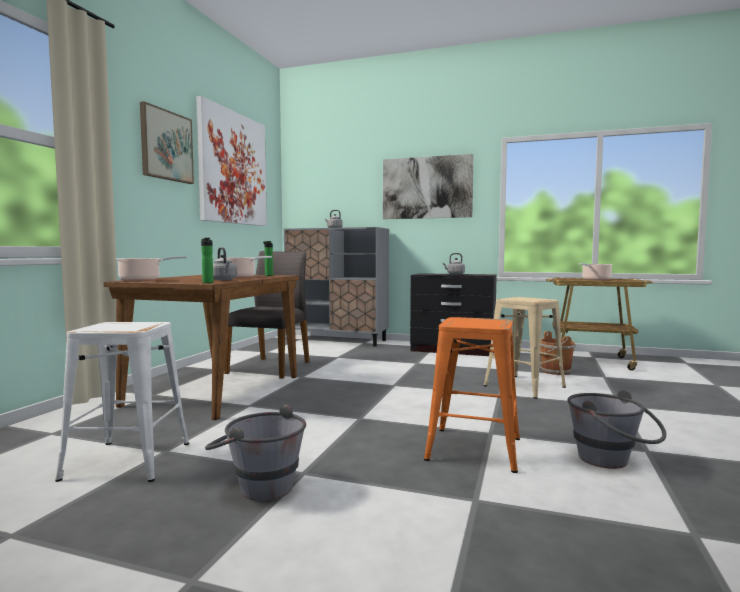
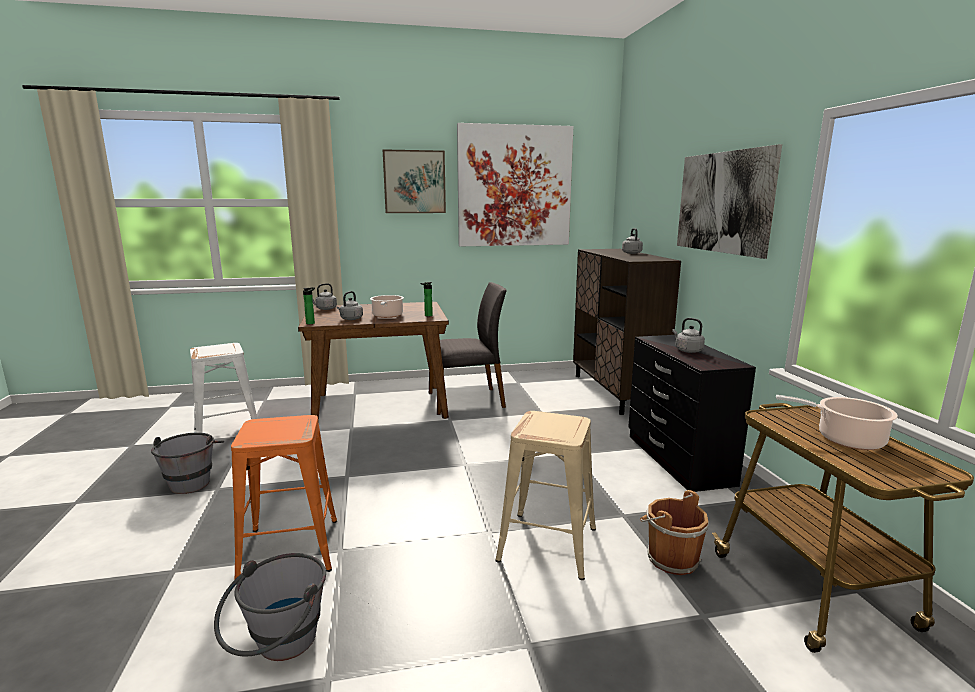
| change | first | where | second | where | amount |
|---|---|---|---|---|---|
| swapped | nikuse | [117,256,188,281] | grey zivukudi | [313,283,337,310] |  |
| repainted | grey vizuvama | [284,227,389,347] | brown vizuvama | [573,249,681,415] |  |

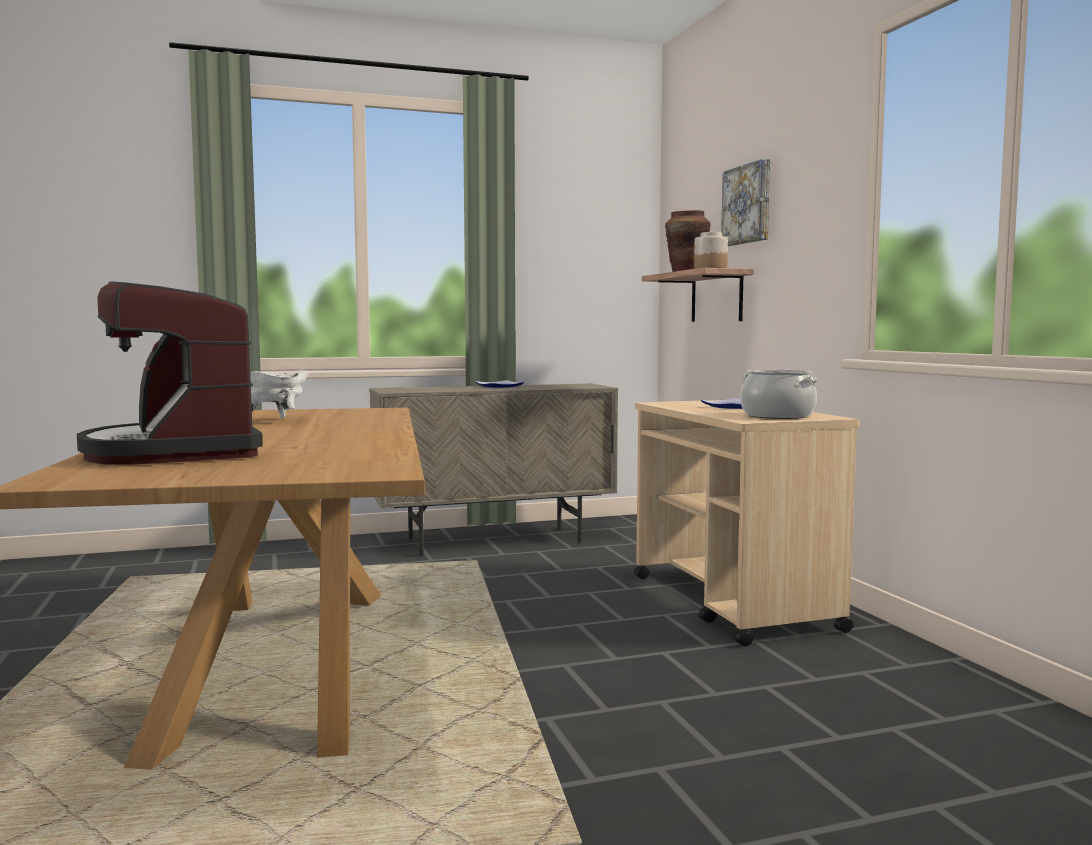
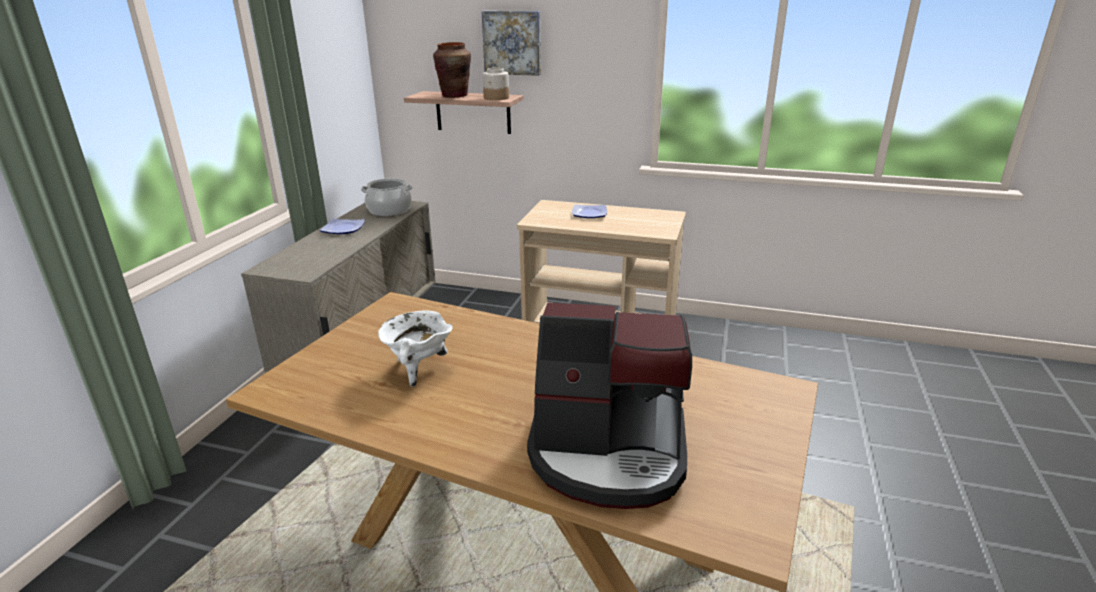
| change | first | where | second | where | amount |
|---|---|---|---|---|---|
| shifted | nikuse | [740,370,817,419] |  | [361,178,413,216] |  |

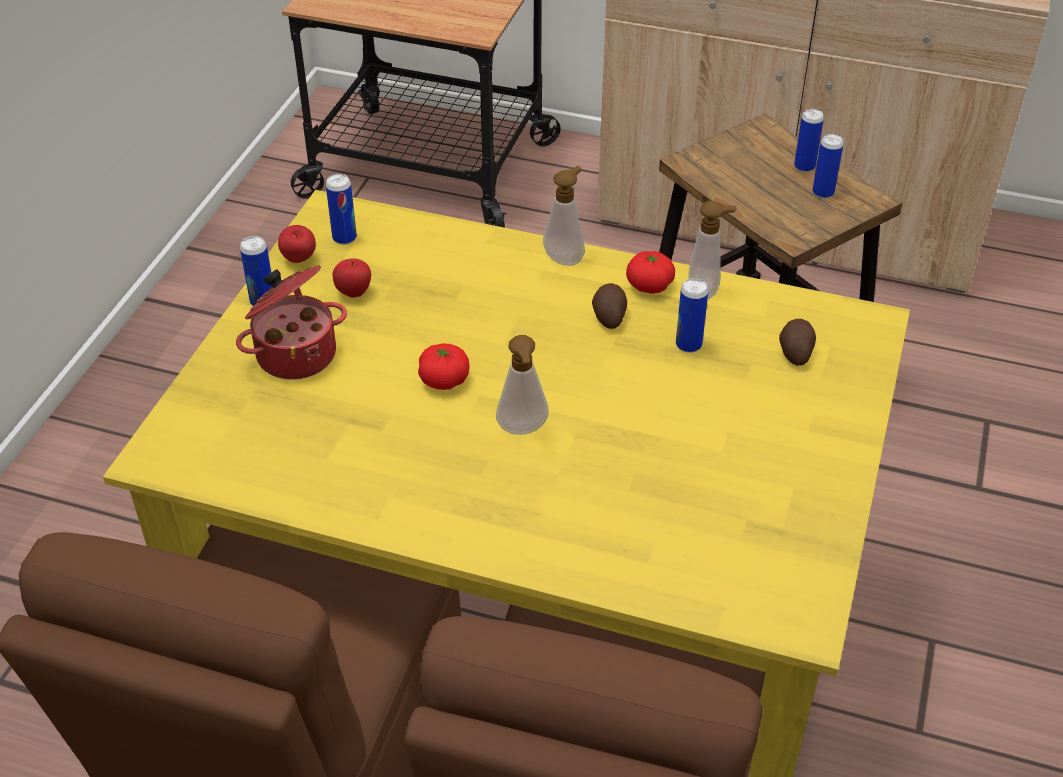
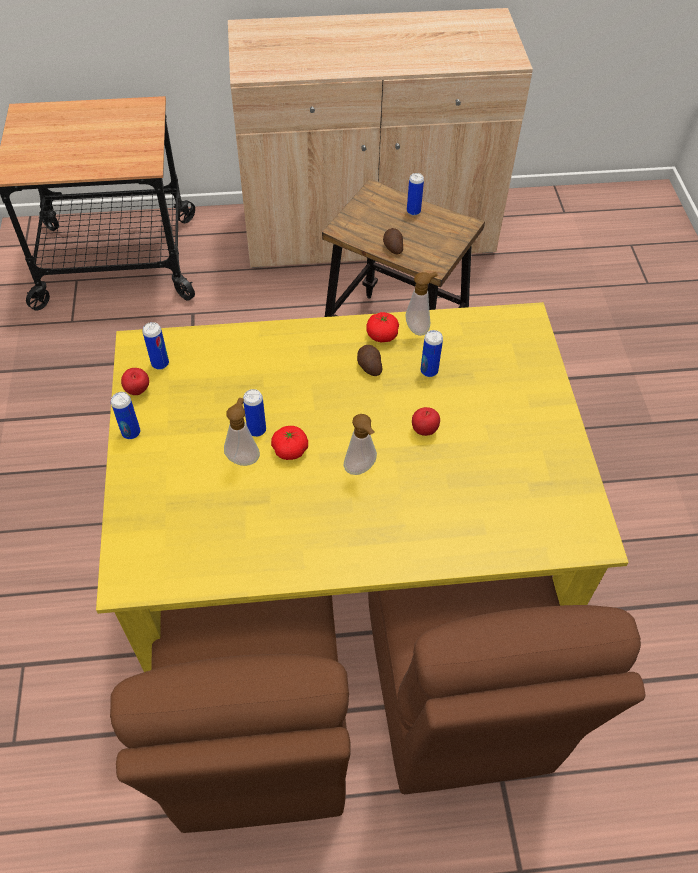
| change | first | where | second | where | amount |
|---|---|---|---|---|---|
| shifted | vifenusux | [543,166,585,266] |  | [224,398,260,466] |  |
| shifted | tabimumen | [813,134,843,199] |  | [243,389,266,437] |  |
| shifted | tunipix | [779,319,816,366] |  | [383,228,403,254] |  |
| shifted | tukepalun | [333,258,371,298] |  | [412,407,440,436] |  |
| gone | nikuse | [236,265,347,380] |  |  |  |

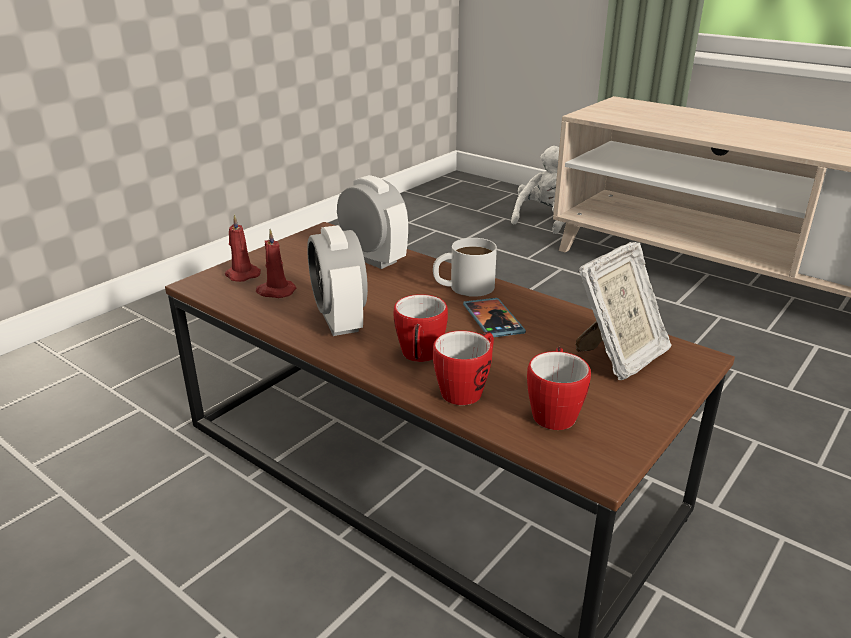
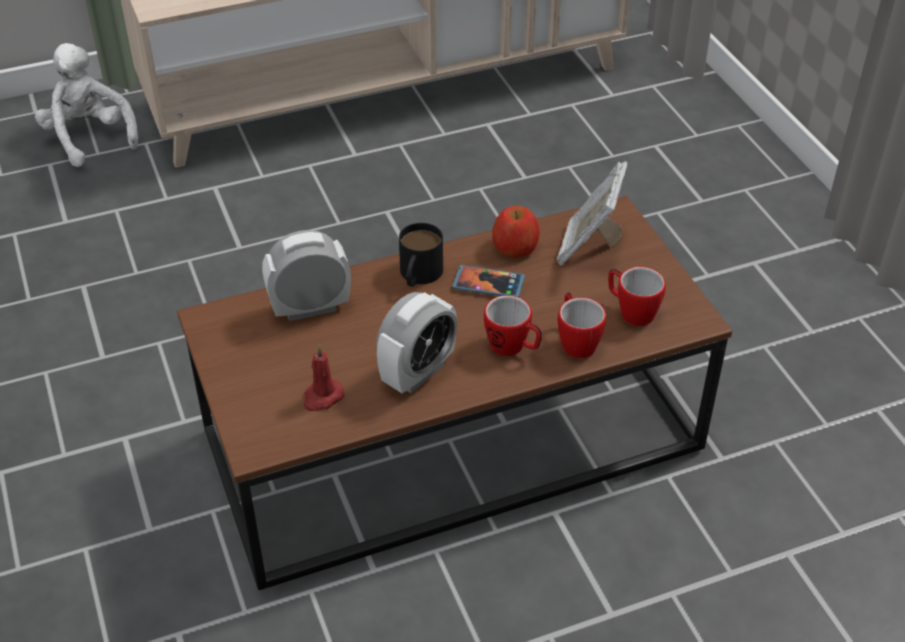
| change | first | where | second | where | amount |
|---|---|---|---|---|---|
| rotated | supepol | [307,225,368,336] |  | [376,292,457,393] | 60 degrees counterclockwise |
| repainted | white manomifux | [433,238,497,297] | black manomifux | [399,223,443,287] |  |
| new |  |  | tukepalun | [492,206,540,258] |  |
| rotated | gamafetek | [576,242,671,380] |  | [557,161,628,265] | 150 degrees counterclockwise |
| gone | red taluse | [225,214,261,282] |  |  |  |

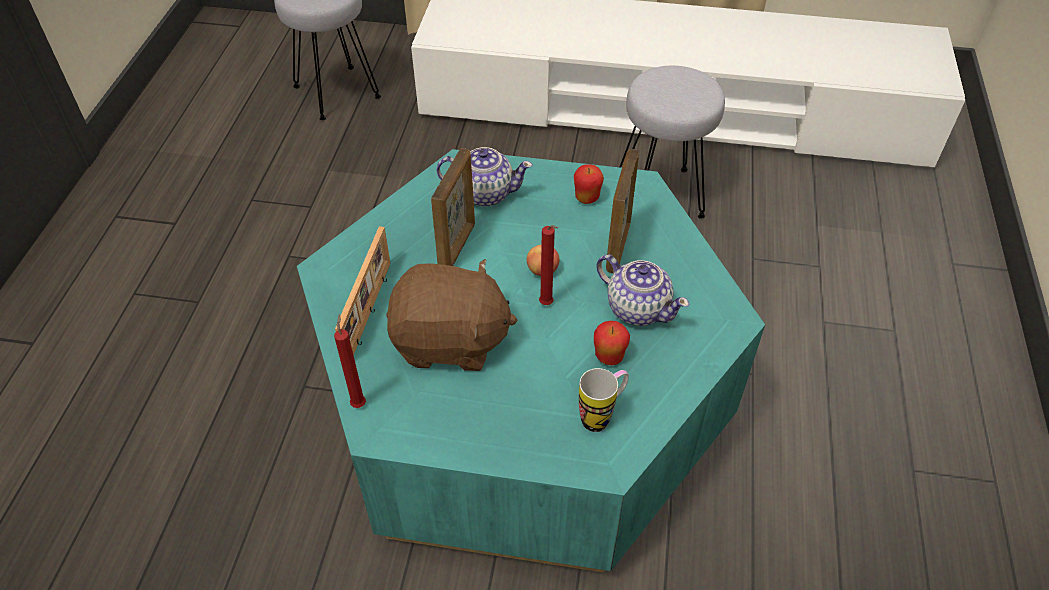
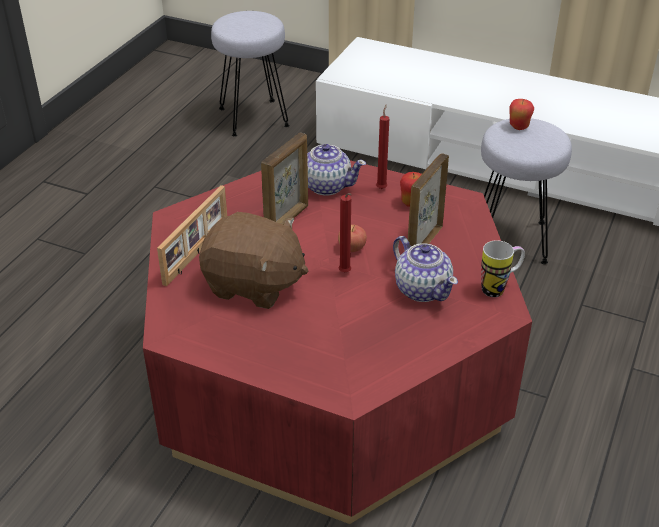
| change | first | where | second | where | amount |
|---|---|---|---|---|---|
| repainted | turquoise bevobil | [297,149,765,572] | red bevobil | [143,160,532,524] |  |
| shifted | red taluse | [334,314,366,408] |  | [376,105,389,189] |  |
| shifted | manomifux | [579,368,629,432] |  | [481,240,525,297] |  |
| shifted | tukepalun | [594,321,630,365] |  | [509,99,534,130] |  |

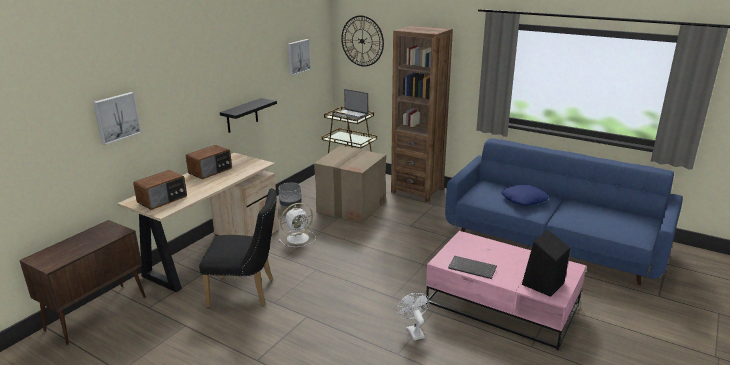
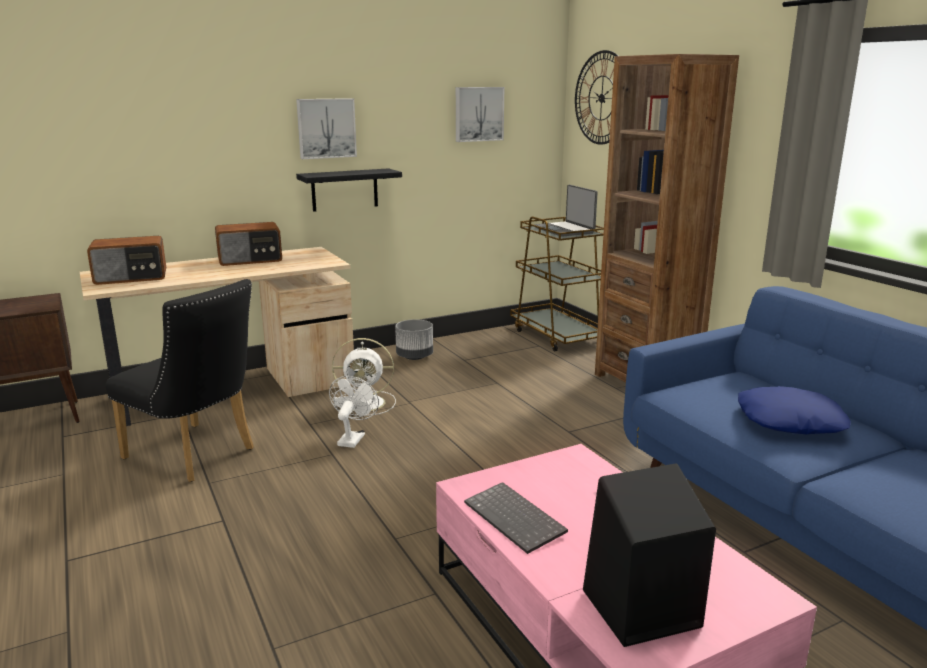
| change | first | where | second | where | amount |
|---|---|---|---|---|---|
| shifted | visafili | [93,92,141,145] |  | [296,98,357,159] |  |
| shifted | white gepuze | [397,293,430,340] |  | [329,376,379,448] |  |
| gone | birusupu | [314,145,386,223] |  |  |  |

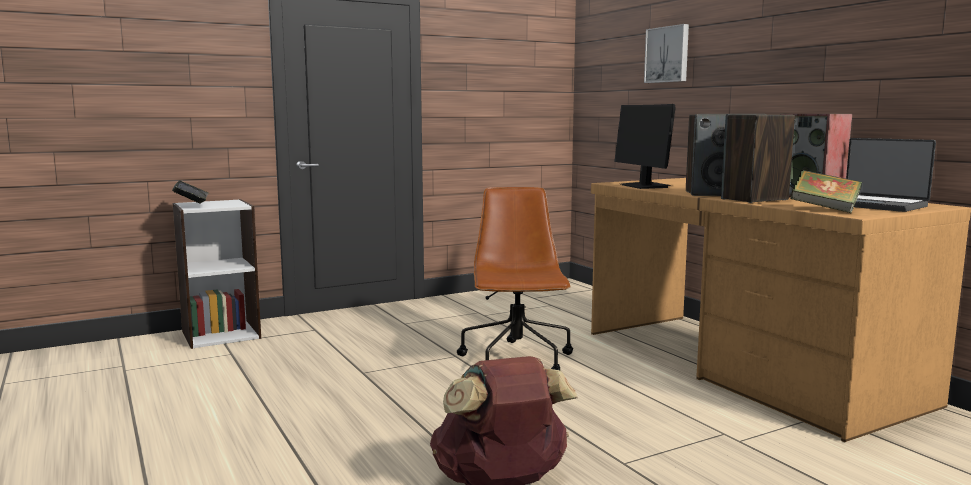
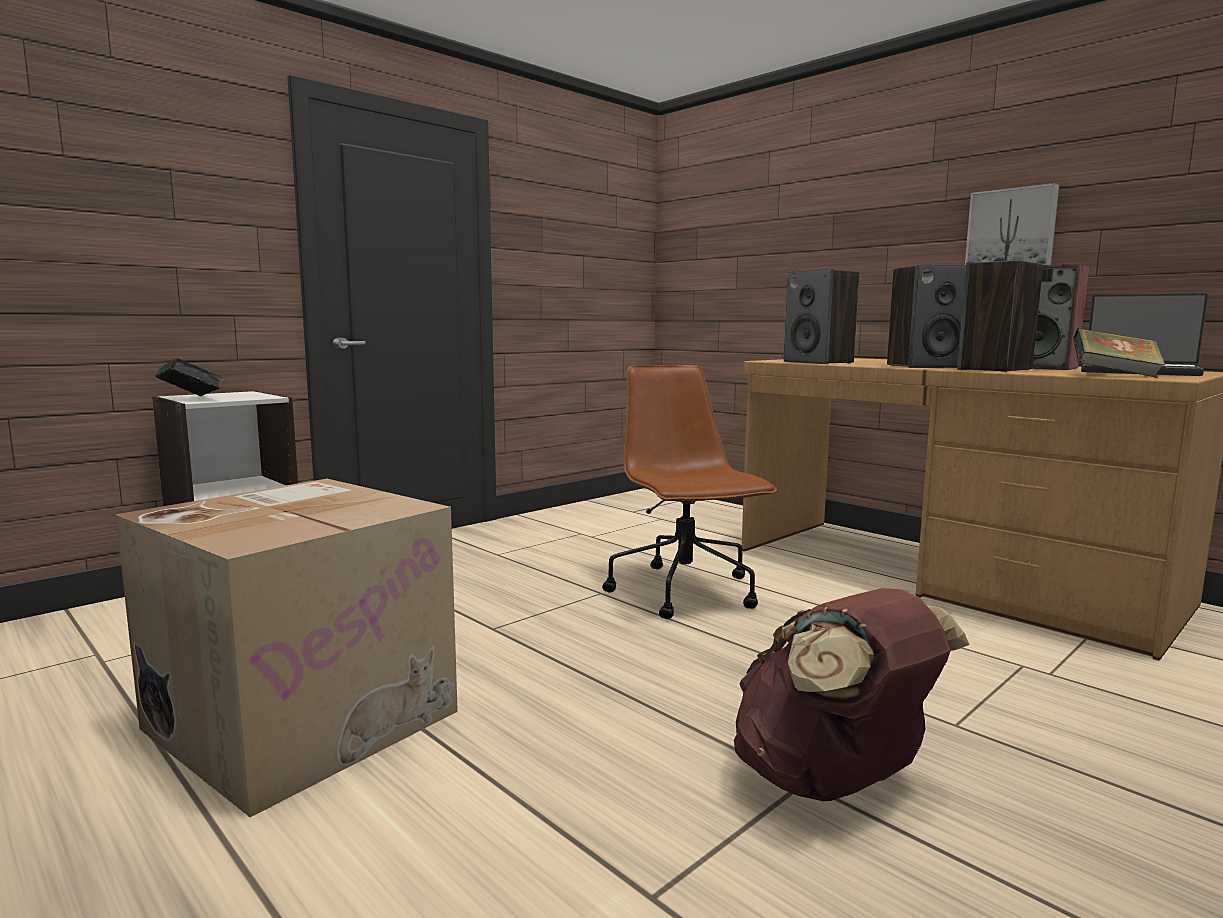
| change | first | where | second | where | amount |
|---|---|---|---|---|---|
| new |  |  | birusupu | [116,479,458,817] |  |
| swapped | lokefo | [614,104,676,189] | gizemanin | [784,269,859,364] |  |
| shifted | visafili | [644,24,689,83] |  | [965,183,1059,265] |  |

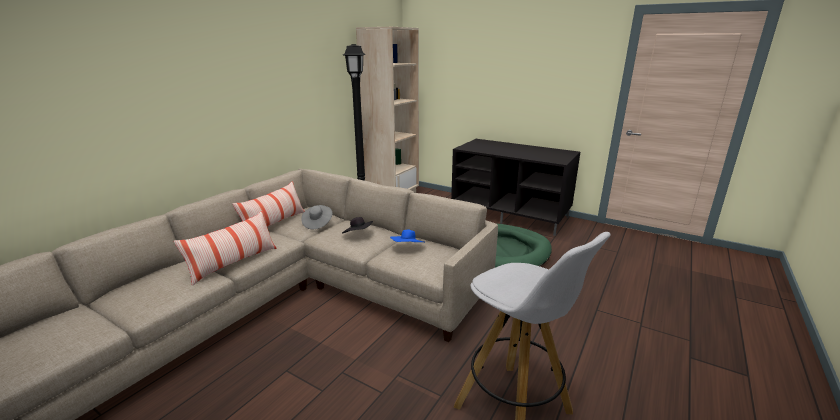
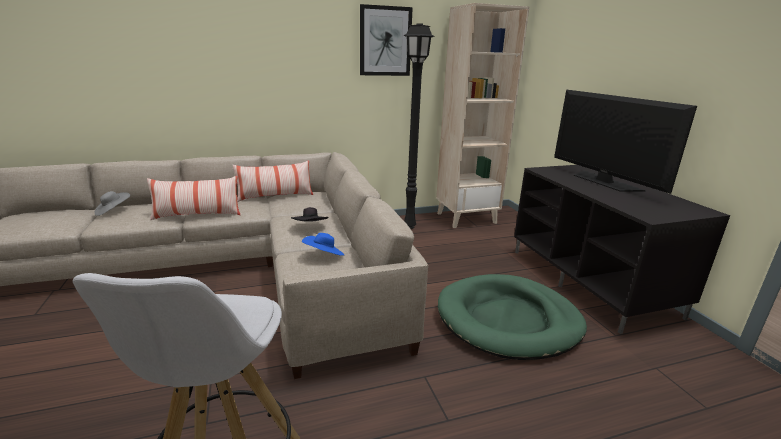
| change | first | where | second | where | amount |
|---|---|---|---|---|---|
| shifted | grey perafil | [301,205,332,229] |  | [94,191,130,216] |  |
| new |  |  | visafili | [360,4,413,76] |  |
| new |  |  | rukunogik | [554,90,697,194] |  |

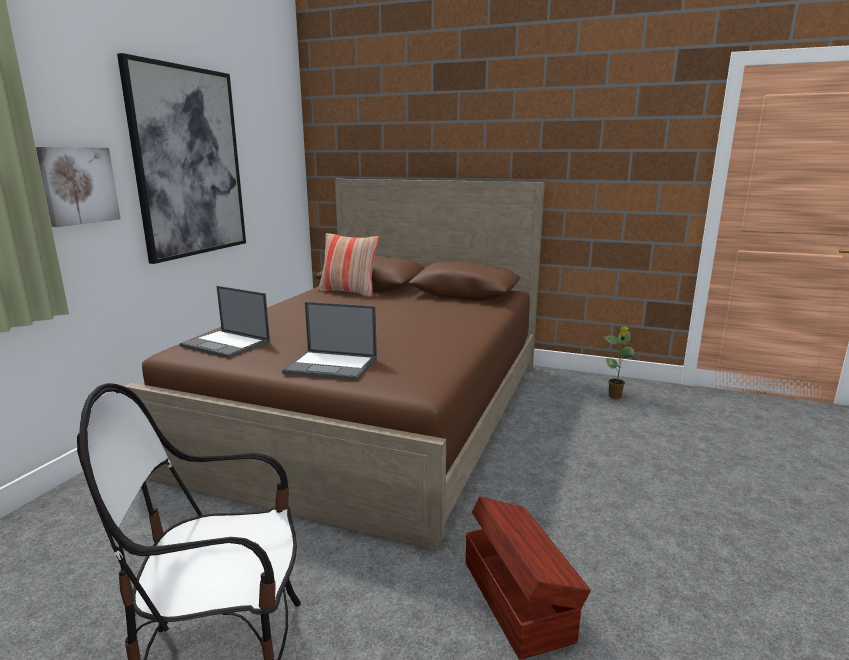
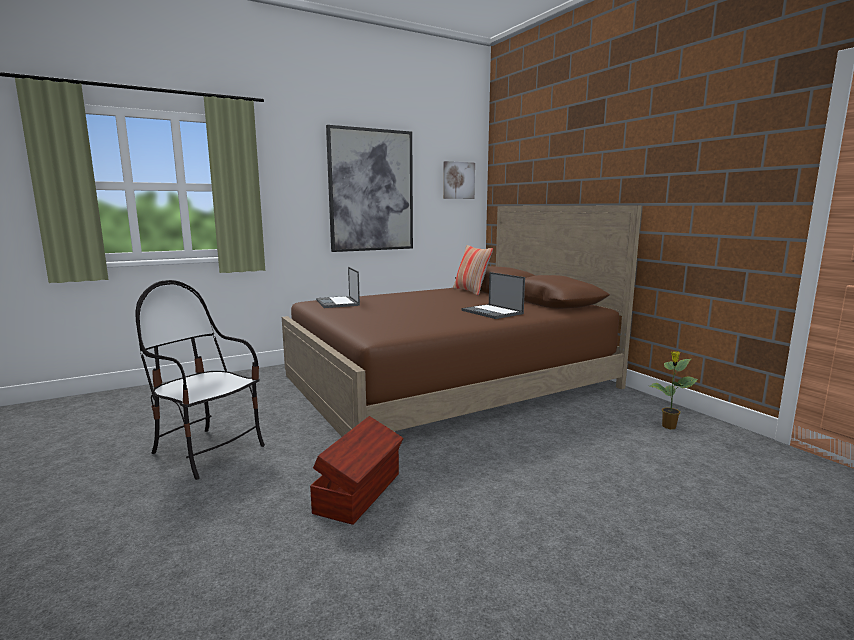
| change | first | where | second | where | amount |
|---|---|---|---|---|---|
| shifted | visafili | [36,147,121,227] |  | [443,161,475,199] |  |
| shifted | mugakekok | [282,302,377,381] |  | [462,272,525,319] |  |

